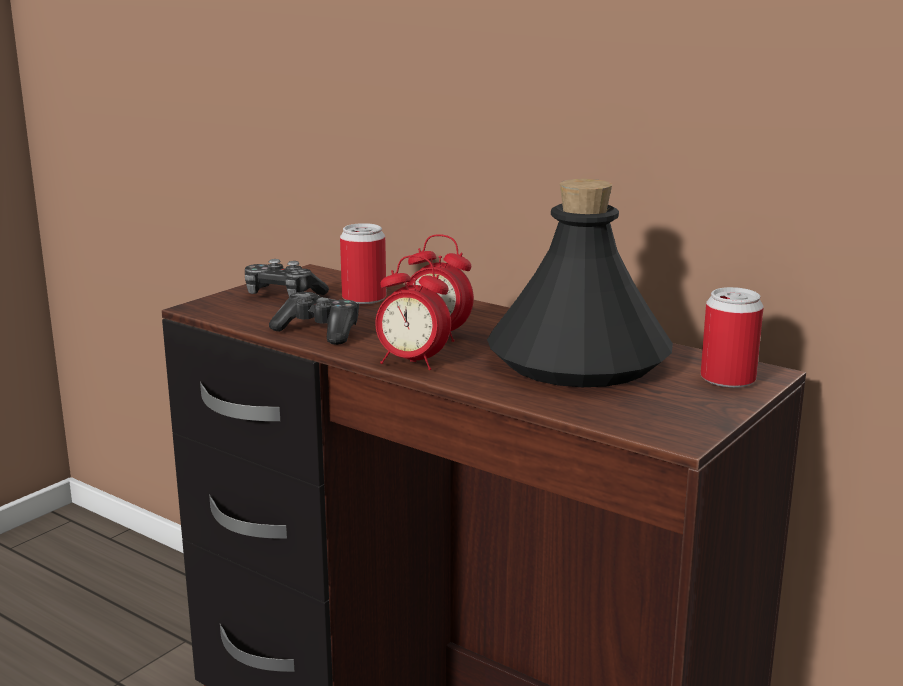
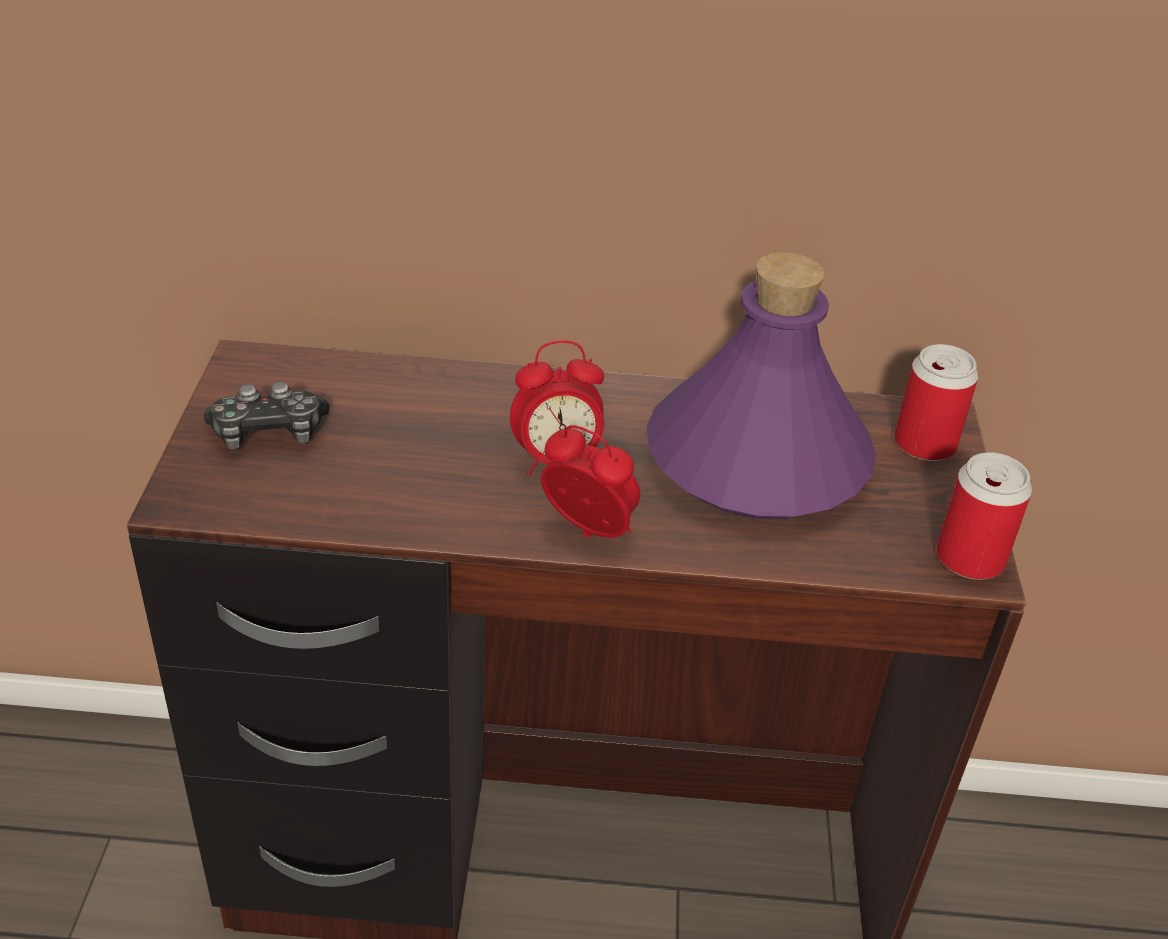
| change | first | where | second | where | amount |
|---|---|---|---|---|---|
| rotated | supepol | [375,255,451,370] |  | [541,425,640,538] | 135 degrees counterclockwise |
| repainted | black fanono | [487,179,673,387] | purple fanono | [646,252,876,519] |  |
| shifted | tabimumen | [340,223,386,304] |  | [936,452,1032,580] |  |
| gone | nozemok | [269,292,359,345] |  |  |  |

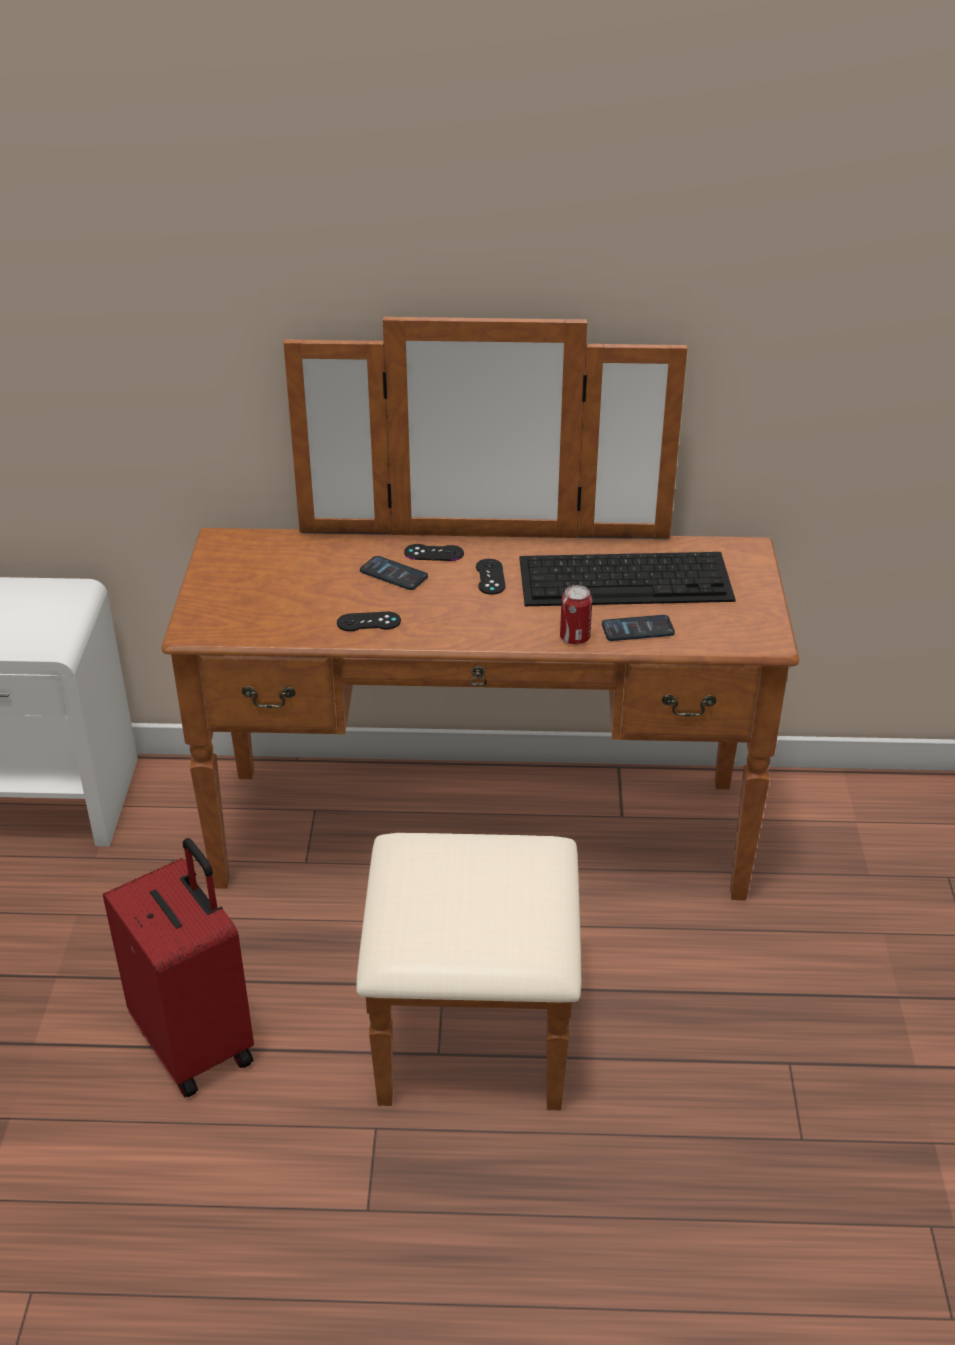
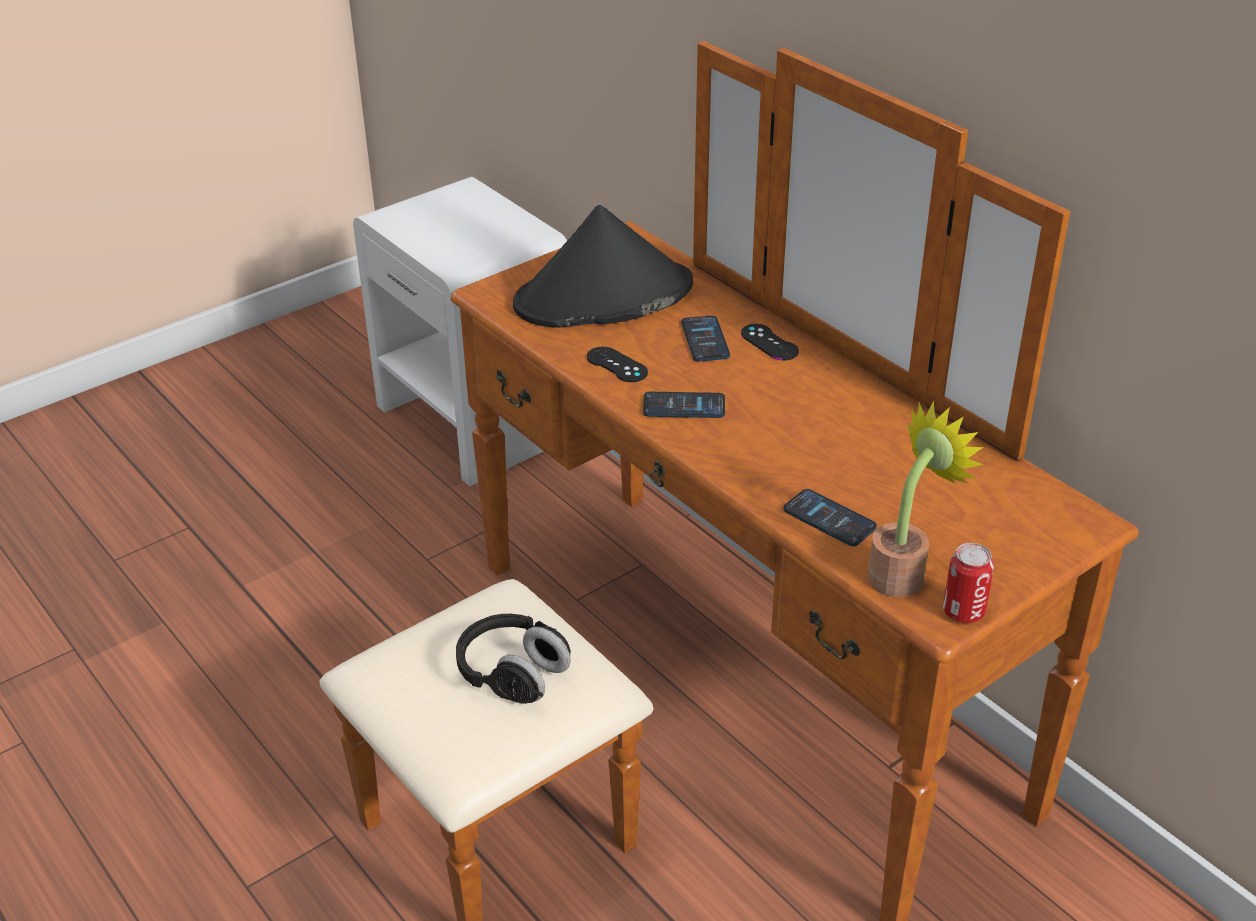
| change | first | where | second | where | amount |
|---|---|---|---|---|---|
| new |  |  | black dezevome | [456,614,571,704] |  |
| new |  |  | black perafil | [513,205,693,328] |  |
| new |  |  | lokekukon | [643,392,725,418] |  |
| new |  |  | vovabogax | [868,401,984,597] |  |
| shifted | tabimumen | [560,585,592,645] |  | [943,543,994,623] |  |
| gone | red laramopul | [103,838,254,1097] |  |  |  |
| gone | black nozemok | [476,559,506,595] |  |  |  |
| gone | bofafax | [519,552,736,606] |  |  |  |

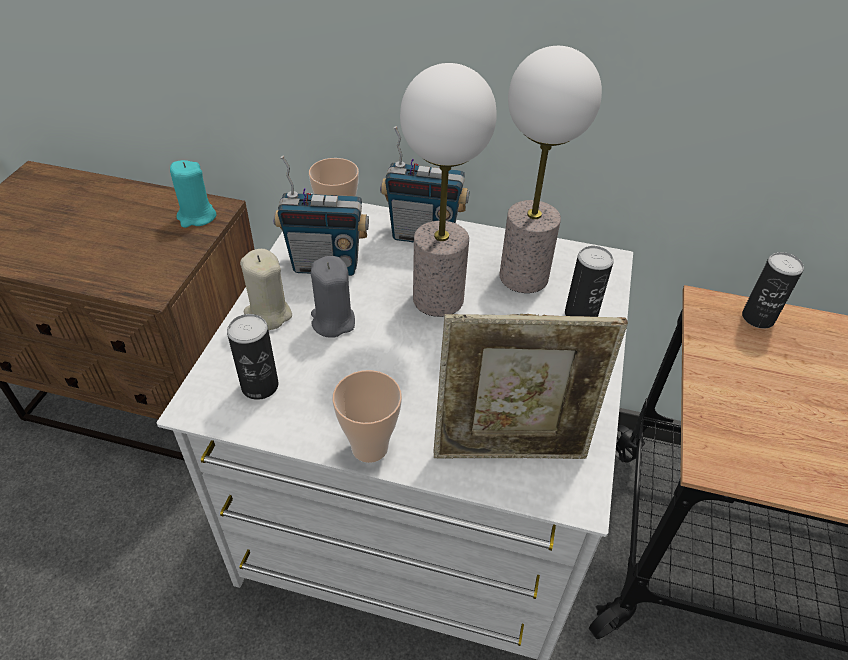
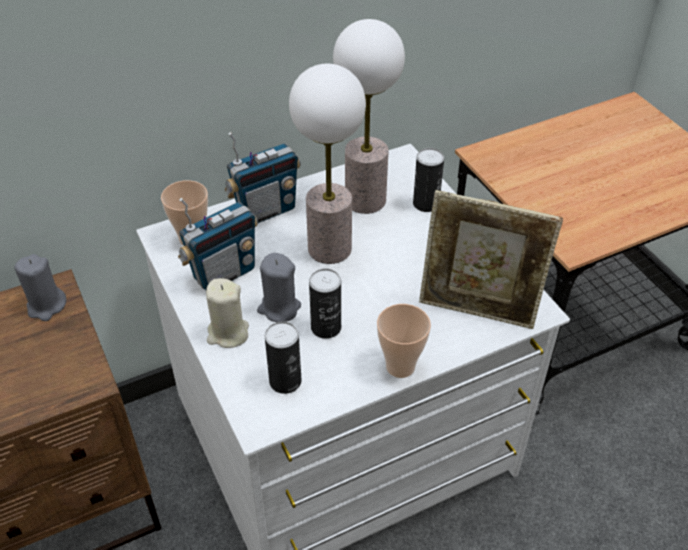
| change | first | where | second | where | amount |
|---|---|---|---|---|---|
| repainted | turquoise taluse | [170,160,216,228] | grey taluse | [14,254,67,321] |  |
| shifted | tabimumen | [742,252,804,329] |  | [309,269,341,339] |  |
| rotated | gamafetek | [433,314,628,459] |  | [419,190,563,329] | 60 degrees clockwise |

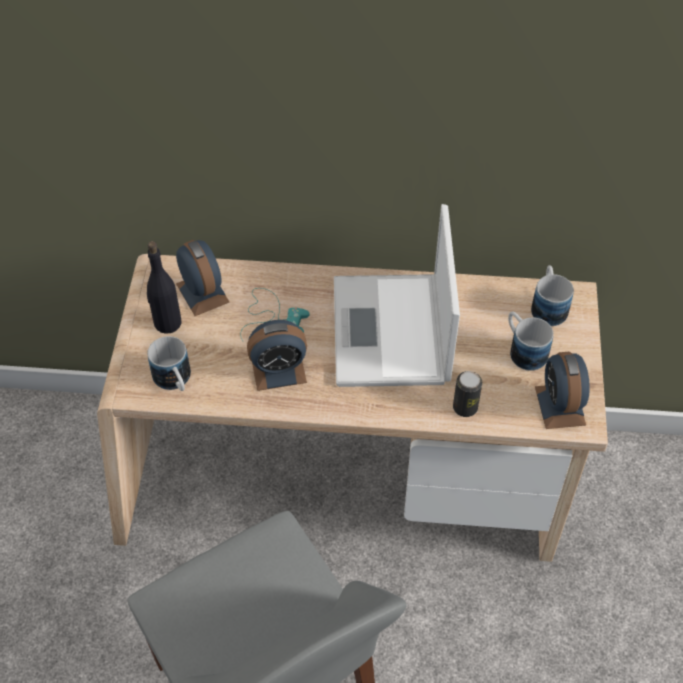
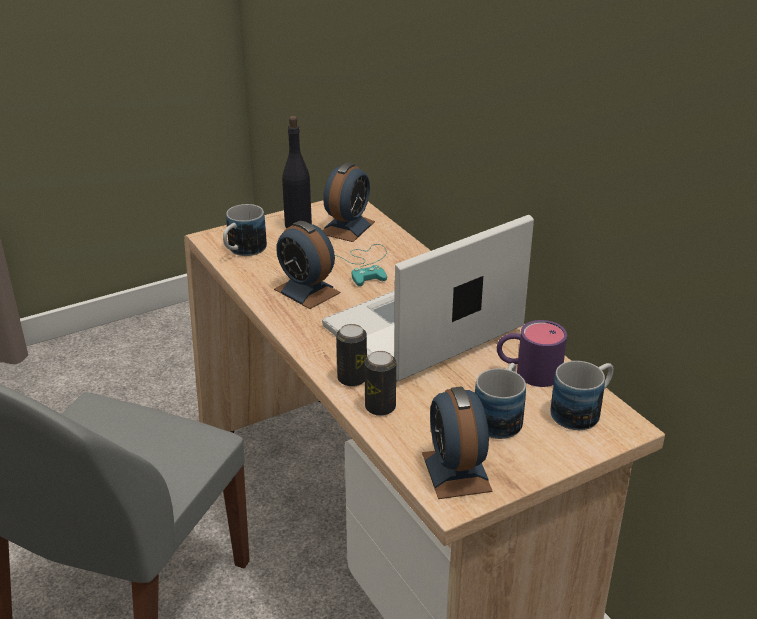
| change | first | where | second | where | amount |
|---|---|---|---|---|---|
| new |  |  | tabimumen | [336,324,367,387] |  |
| rotated | supepol | [535,352,590,429] |  | [422,386,493,499] | 60 degrees counterclockwise |
| new |  |  | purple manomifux | [497,320,567,387] |  |

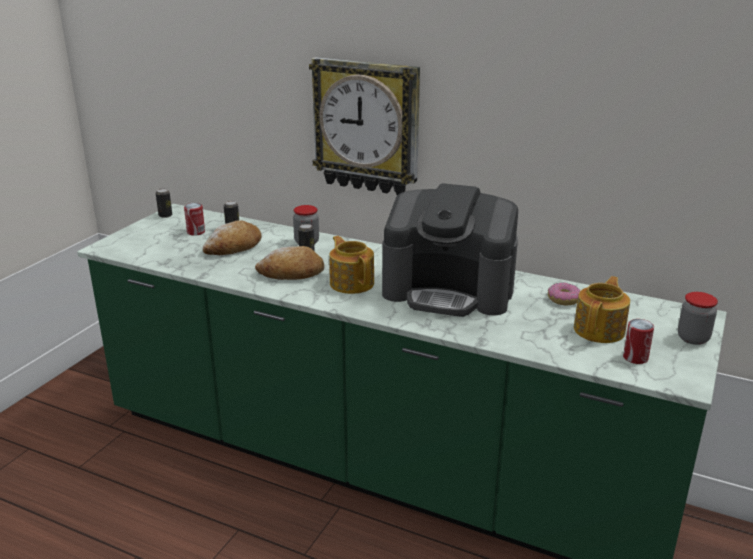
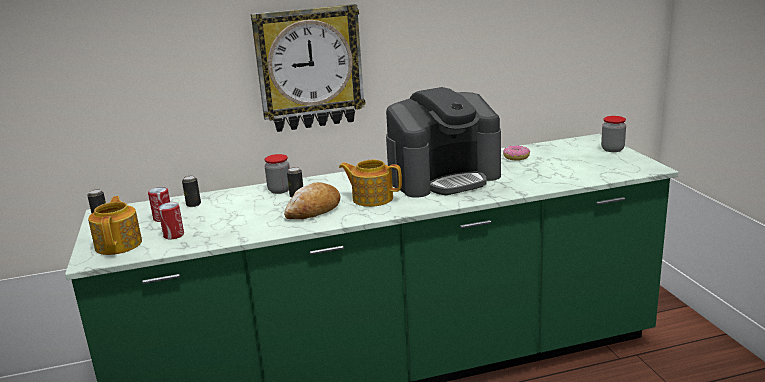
| change | first | where | second | where | amount |
|---|---|---|---|---|---|
| shifted | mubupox | [574,276,630,343] |  | [88,196,142,255] |  |
| shifted | tabimumen | [623,319,654,364] |  | [158,202,184,239] |  |
| gone | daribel | [203,220,262,255] |  |  |  |

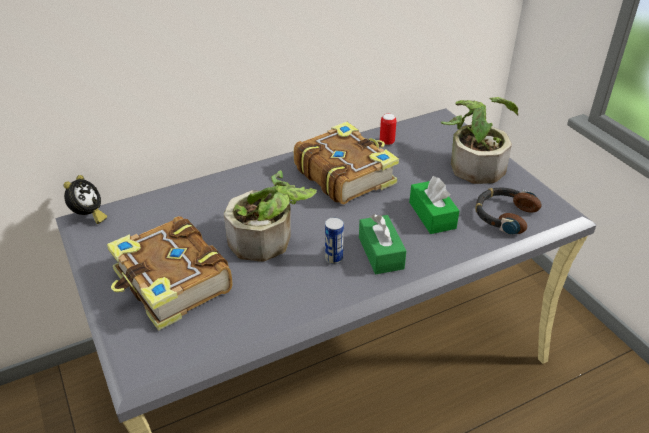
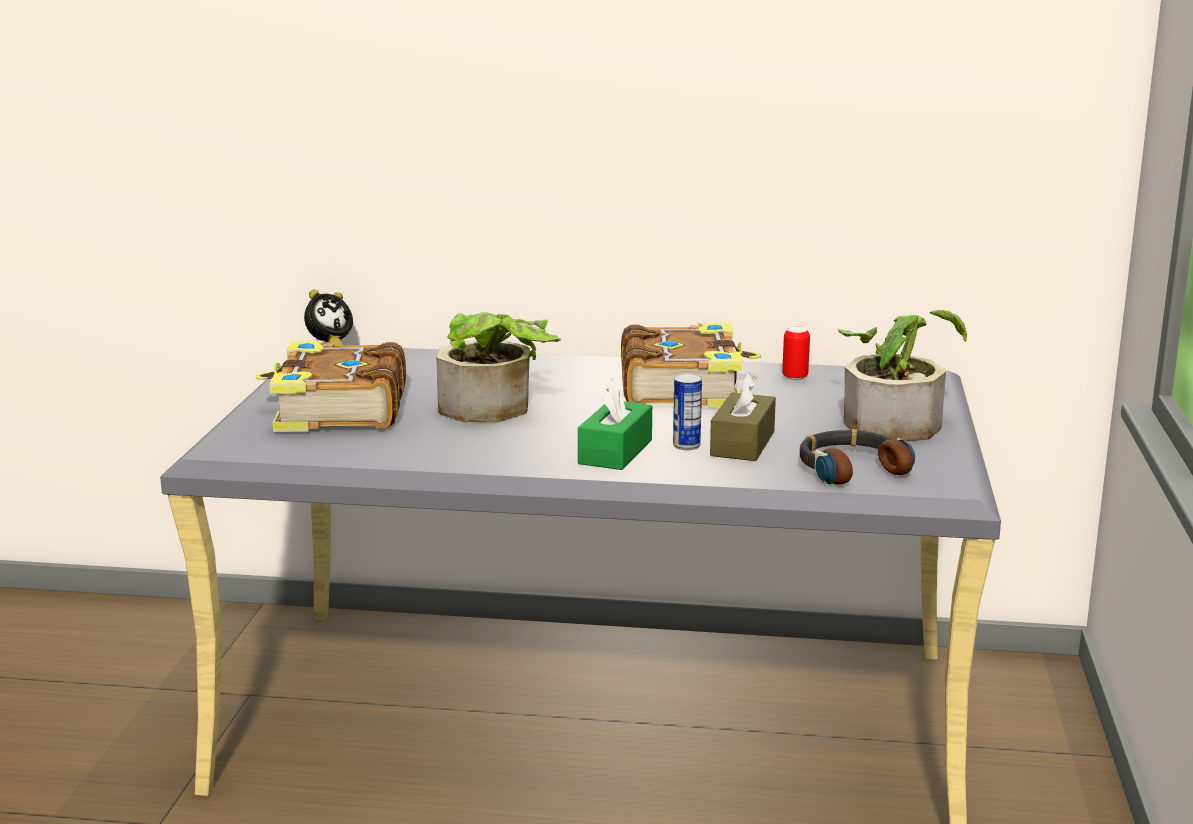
| change | first | where | second | where | amount |
|---|---|---|---|---|---|
| shifted | tabimumen | [325,217,344,265] |  | [673,374,702,450] |  |
| repainted | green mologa | [409,176,459,234] | brown mologa | [710,373,776,461] |  |

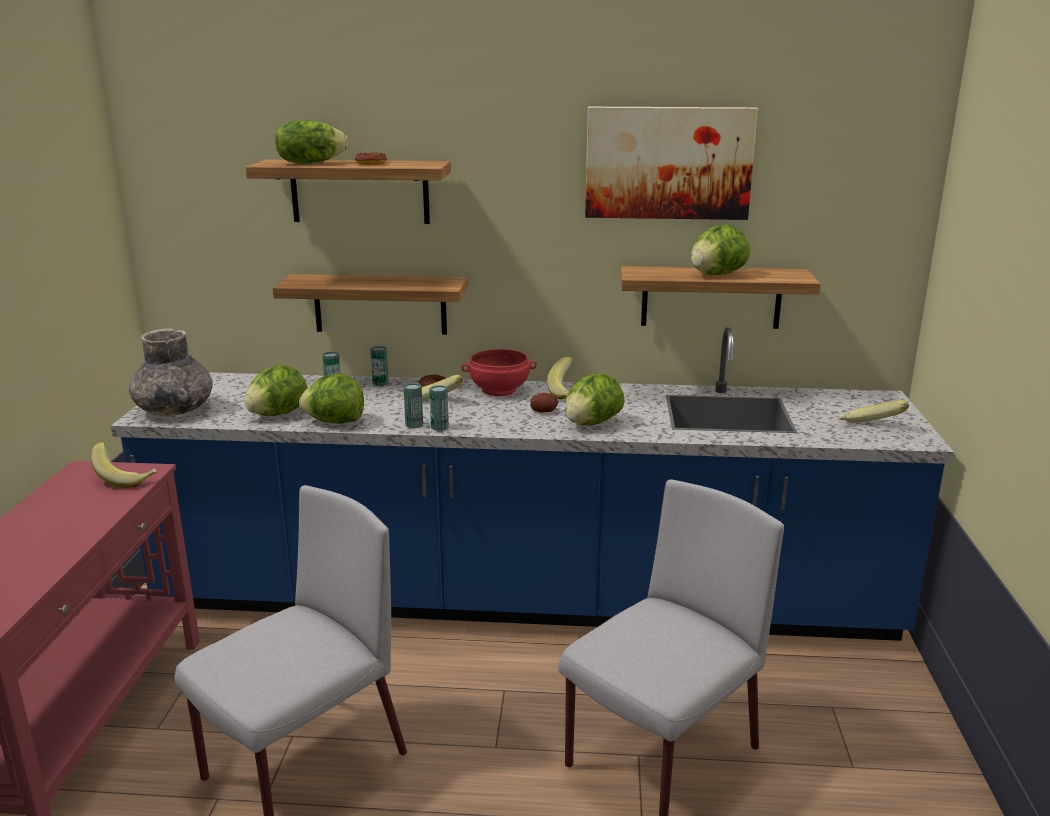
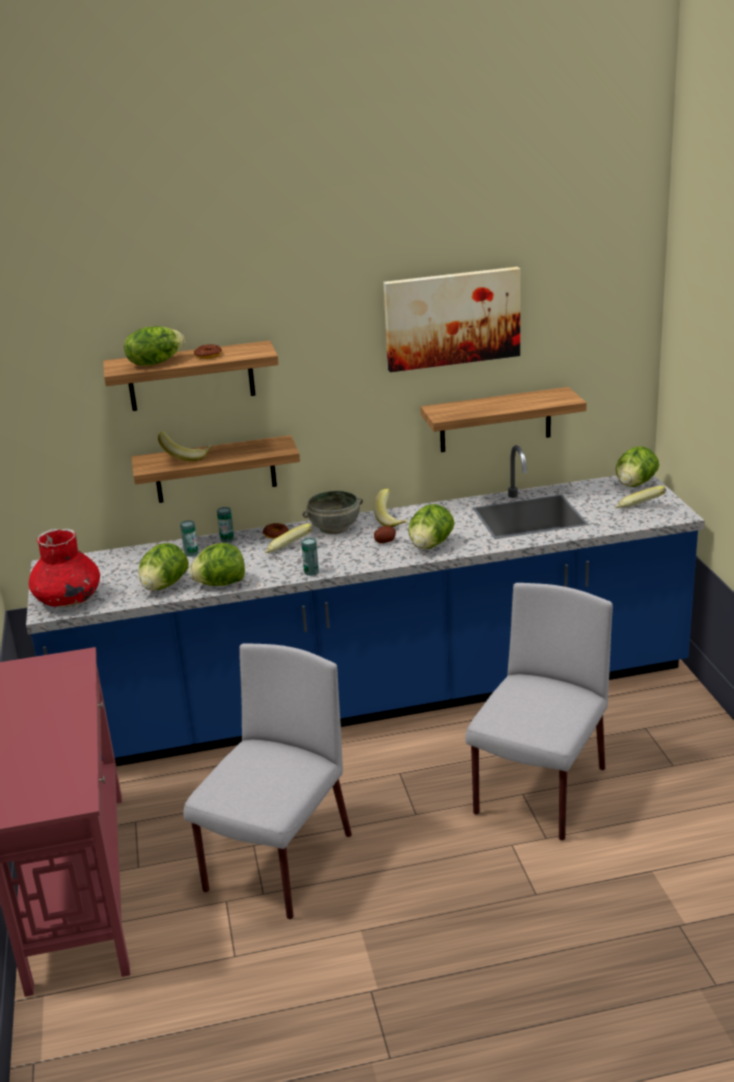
| change | first | where | second | where | amount |
|---|---|---|---|---|---|
| repainted | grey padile | [129,328,213,415] | red padile | [29,528,100,607] |  |
| shifted | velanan | [91,442,157,488] |  | [158,432,213,462] |  |
| repainted | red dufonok | [462,349,537,396] | grey dufonok | [303,491,363,534] |  |
| shifted | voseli | [691,225,750,275] |  | [616,446,659,487] |  |
| gone | tabimumen | [404,383,423,428] |  |  |  |

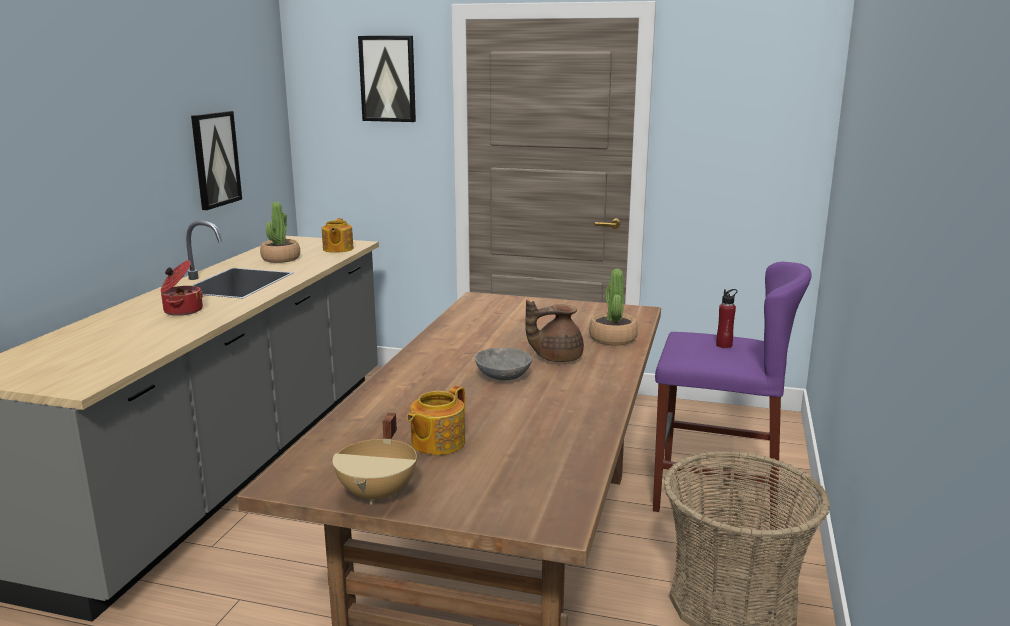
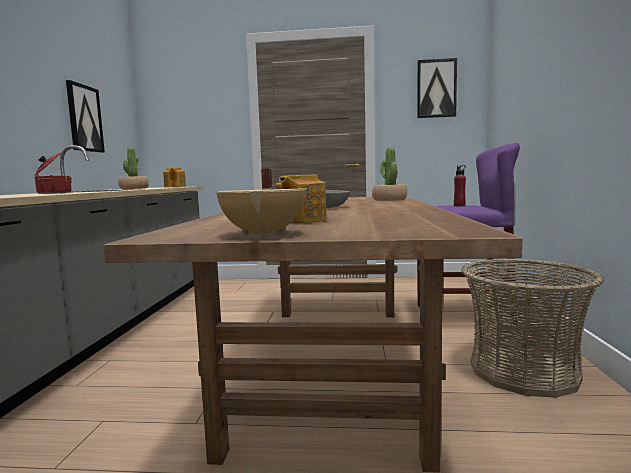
| change | first | where | second | where | amount |
|---|---|---|---|---|---|
| shifted | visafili | [358,36,416,122] |  | [417,58,457,118] |  |
| gone | brown mubupox | [525,300,584,362] |  |  |  |

